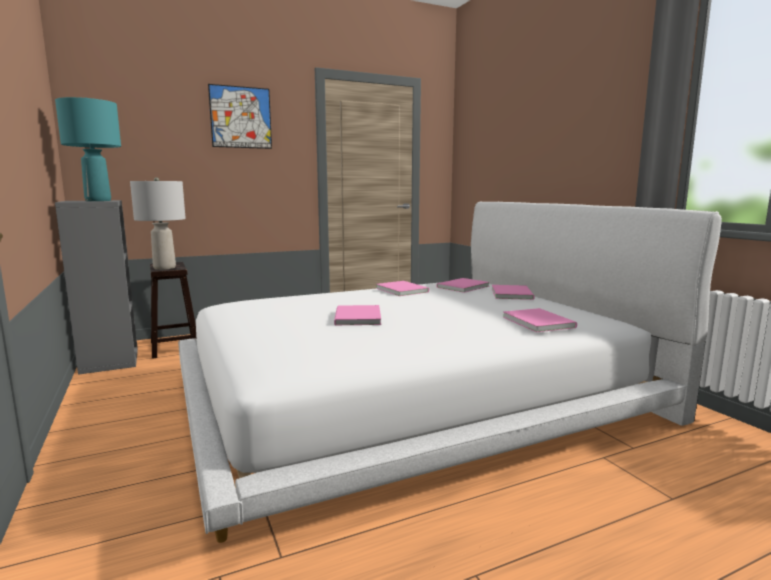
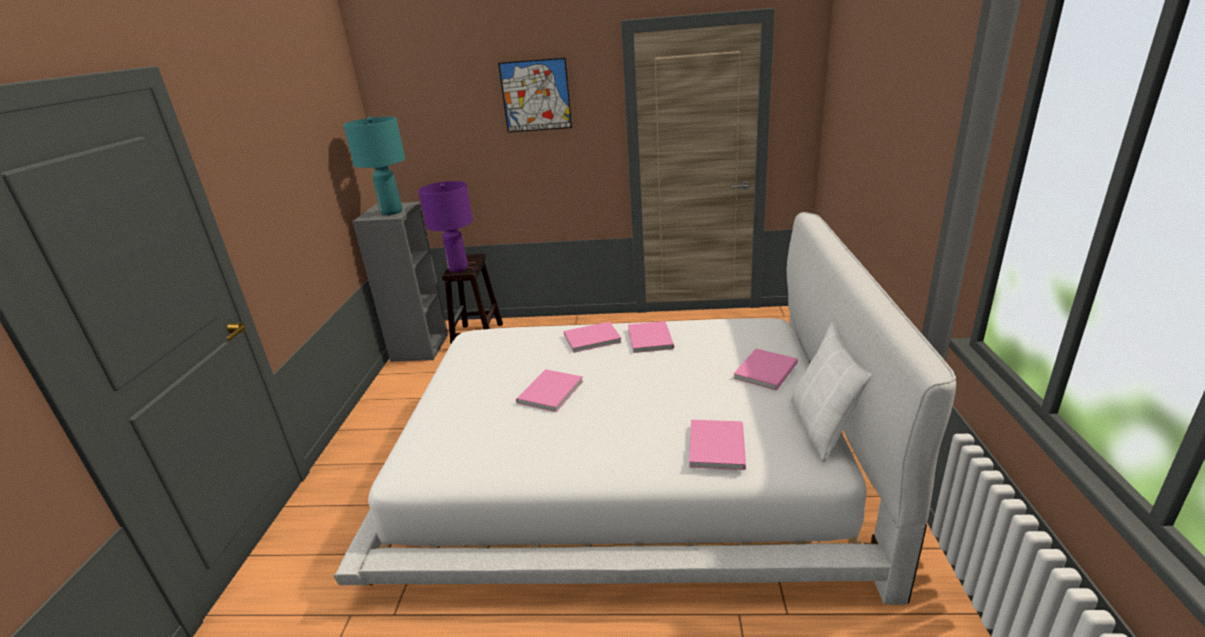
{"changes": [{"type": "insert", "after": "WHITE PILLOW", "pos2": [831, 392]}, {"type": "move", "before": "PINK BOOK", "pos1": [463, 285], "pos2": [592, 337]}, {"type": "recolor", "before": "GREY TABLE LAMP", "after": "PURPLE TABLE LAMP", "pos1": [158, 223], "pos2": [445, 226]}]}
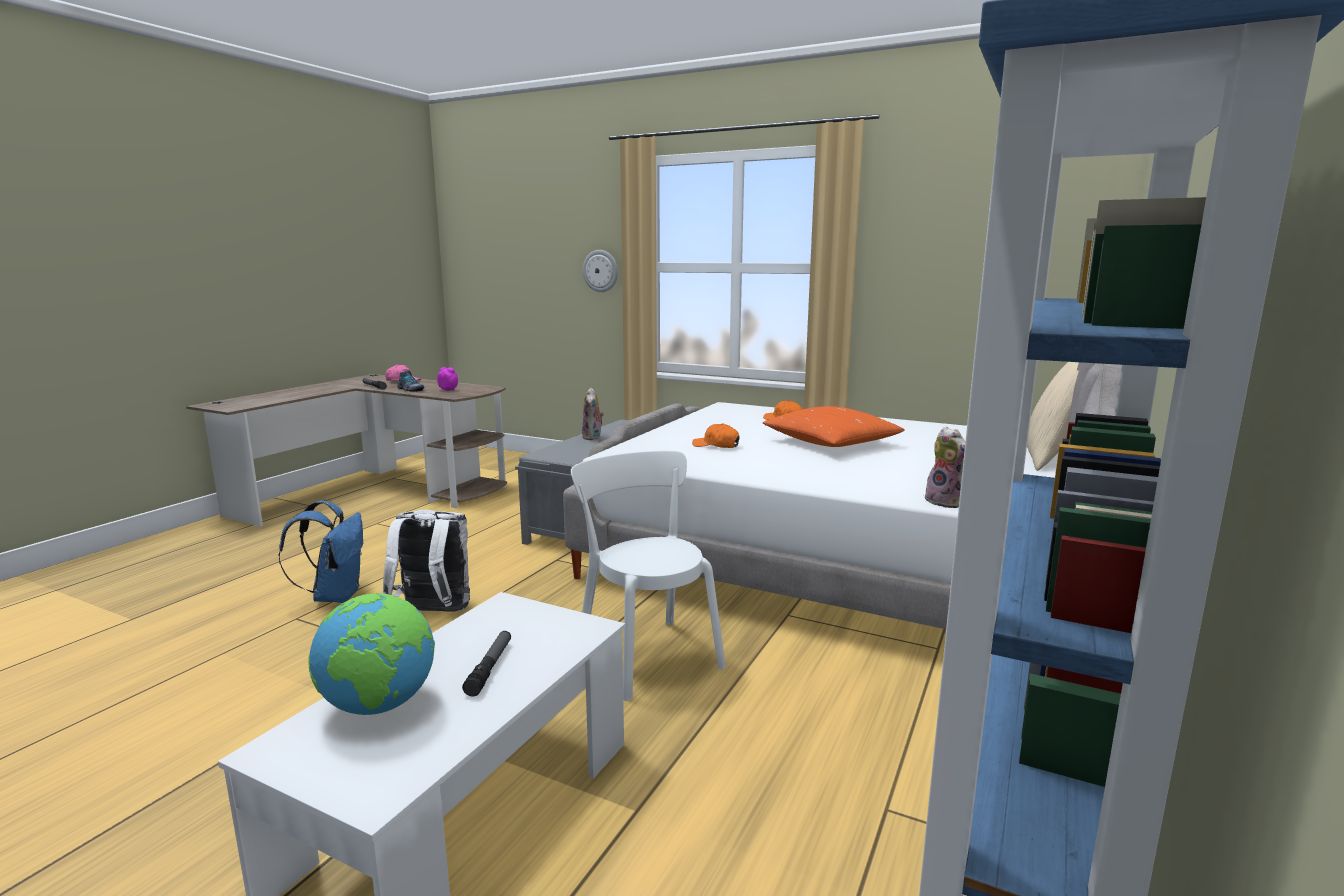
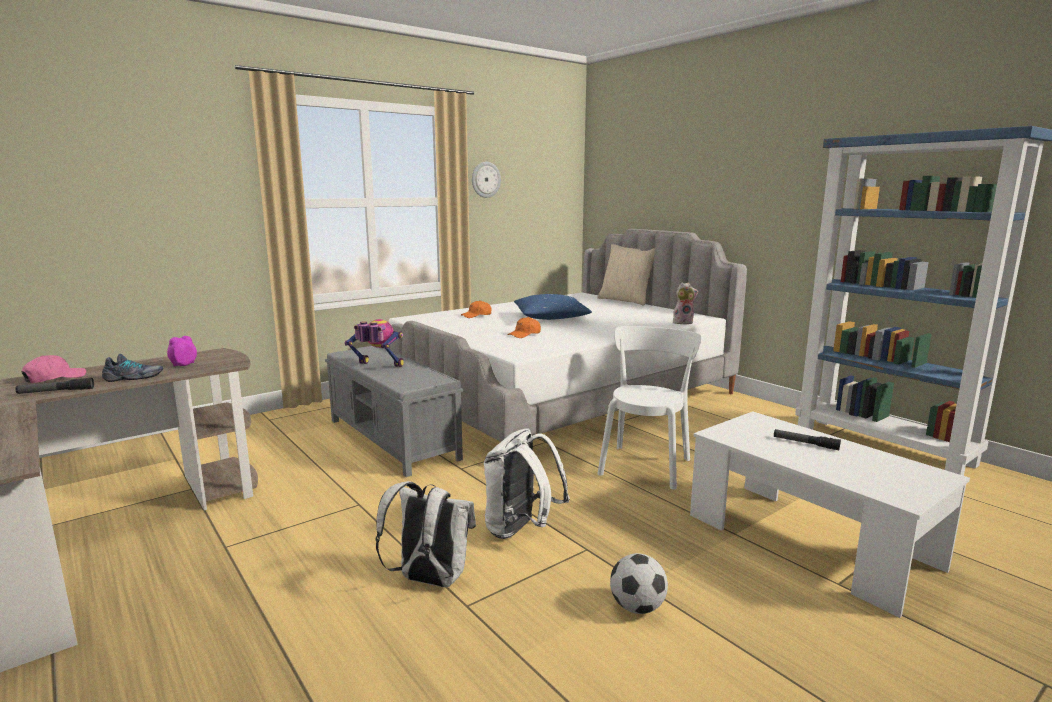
{"changes": [{"type": "delete", "before": "GLOBE", "pos1": [371, 654]}, {"type": "insert", "after": "FOOTBALL", "pos2": [639, 583]}, {"type": "move", "before": "WALL CLOCK", "pos1": [600, 271], "pos2": [486, 180]}, {"type": "replace", "before": "PLUSH TOY", "after": "TOY ROBOT", "pos1": [593, 414], "pos2": [374, 343]}, {"type": "recolor", "before": "BLUE BACKPACK", "after": "WHITE BACKPACK", "pos1": [321, 552], "pos2": [425, 534]}, {"type": "recolor", "before": "ORANGE PILLOW", "after": "BLUE PILLOW", "pos1": [833, 426], "pos2": [553, 307]}, {"type": "rotate", "before": "WHITE CHAIR", "pos1": [648, 576], "pos2": [649, 407], "turn": 120}]}
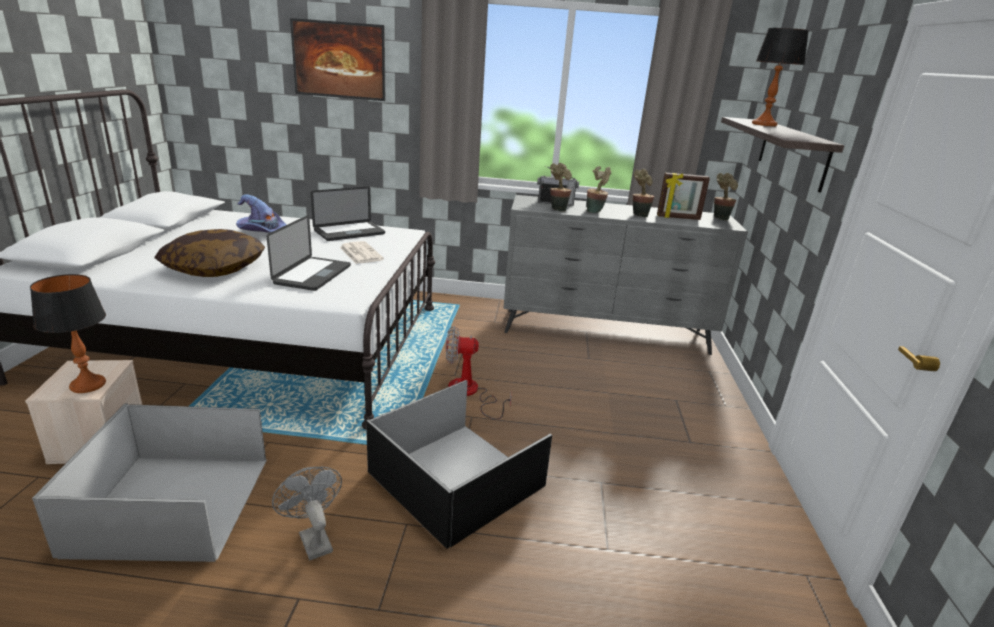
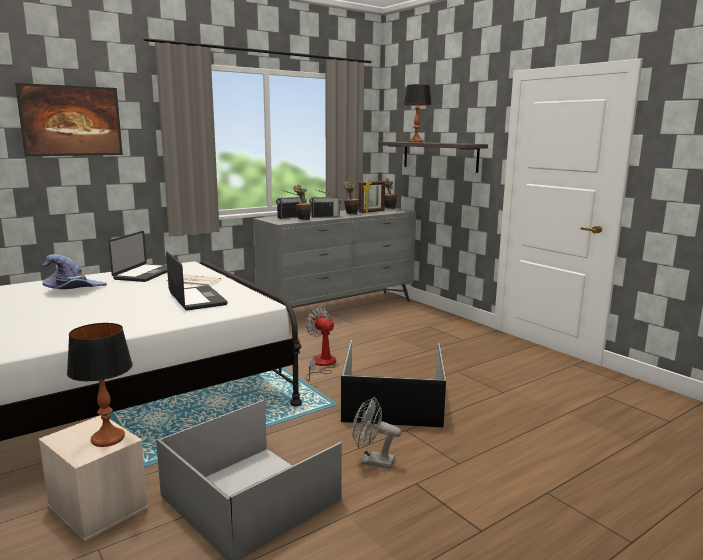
{"changes": [{"type": "delete", "before": "PILLOW", "pos1": [209, 253]}, {"type": "replace", "before": "POTTED PLANT", "after": "RADIO", "pos1": [599, 189], "pos2": [325, 203]}, {"type": "rotate", "before": "FAN", "pos1": [478, 373], "pos2": [321, 344], "turn": 90}]}
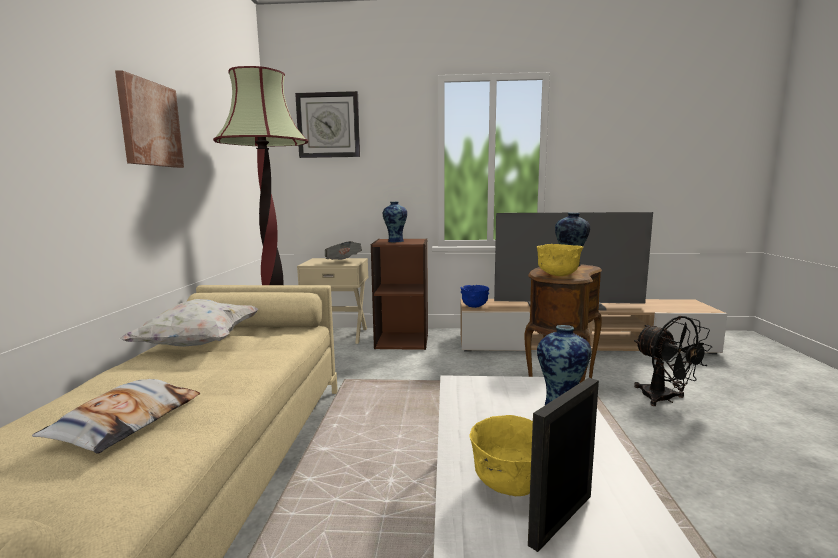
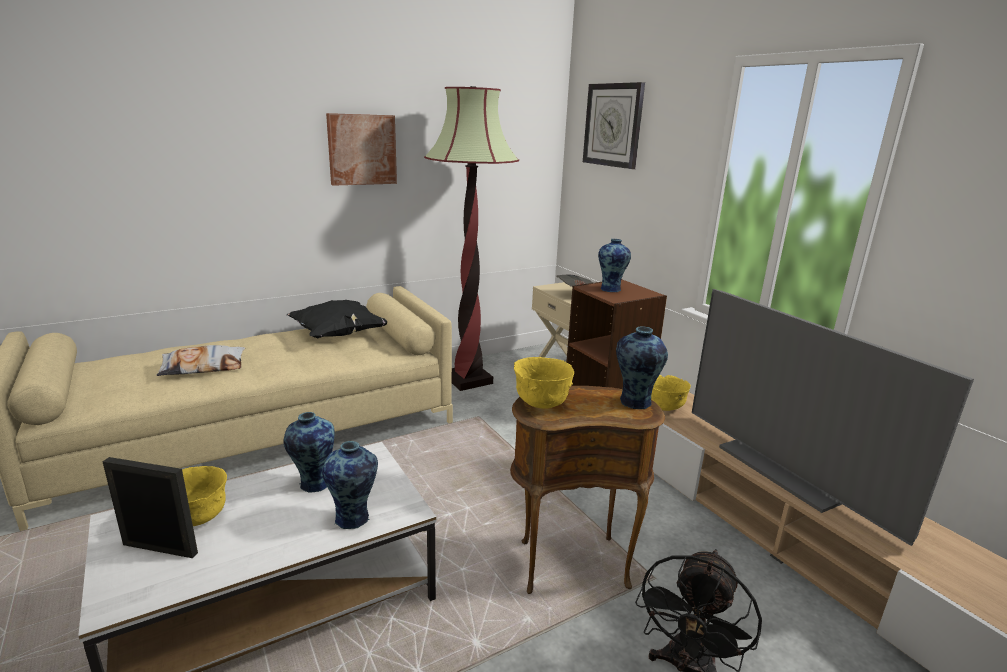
{"changes": [{"type": "insert", "after": "VASE", "pos2": [309, 452]}, {"type": "recolor", "before": "WHITE PILLOW", "after": "BLACK PILLOW", "pos1": [189, 323], "pos2": [337, 319]}, {"type": "recolor", "before": "BLUE BOWL", "after": "YELLOW BOWL", "pos1": [475, 296], "pos2": [671, 393]}]}
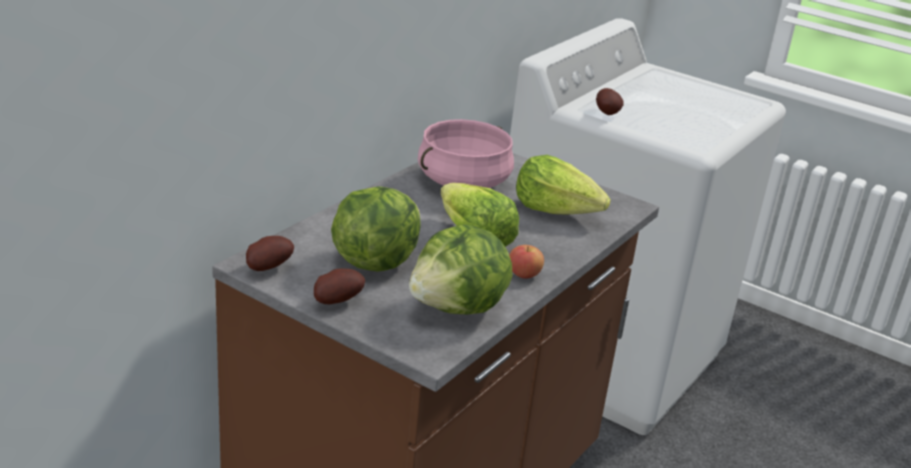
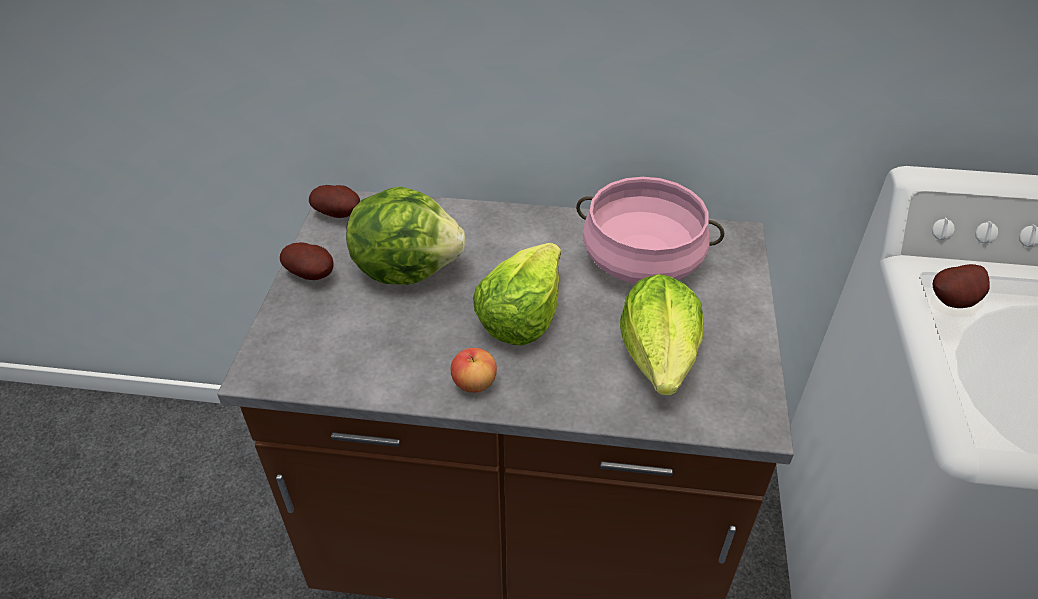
{"changes": [{"type": "delete", "before": "LETTUCE", "pos1": [461, 270]}]}
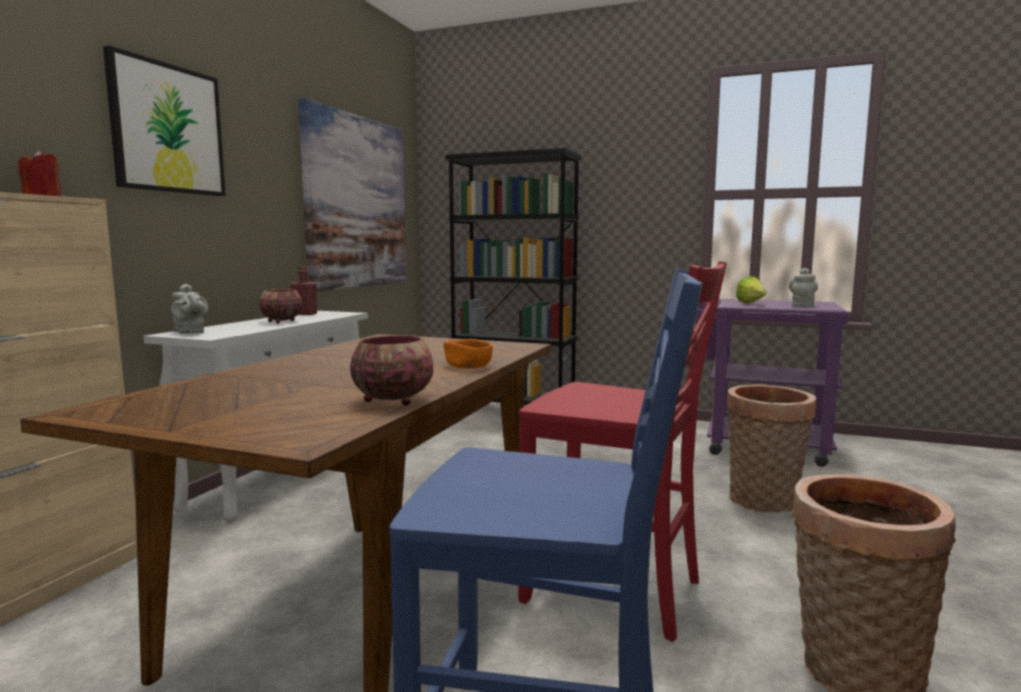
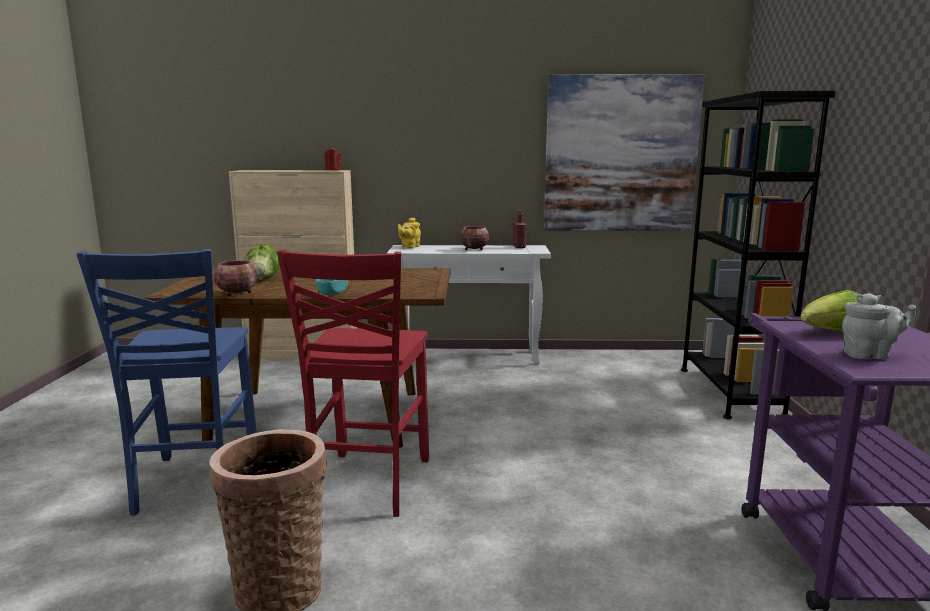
{"changes": [{"type": "delete", "before": "PICTURE", "pos1": [164, 120]}, {"type": "delete", "before": "BASKET", "pos1": [771, 448]}, {"type": "insert", "after": "LETTUCE", "pos2": [262, 262]}, {"type": "recolor", "before": "GREY TEAPOT", "after": "YELLOW TEAPOT", "pos1": [189, 308], "pos2": [409, 233]}, {"type": "recolor", "before": "ORANGE BOWL", "after": "TURQUOISE BOWL", "pos1": [468, 354], "pos2": [332, 287]}]}
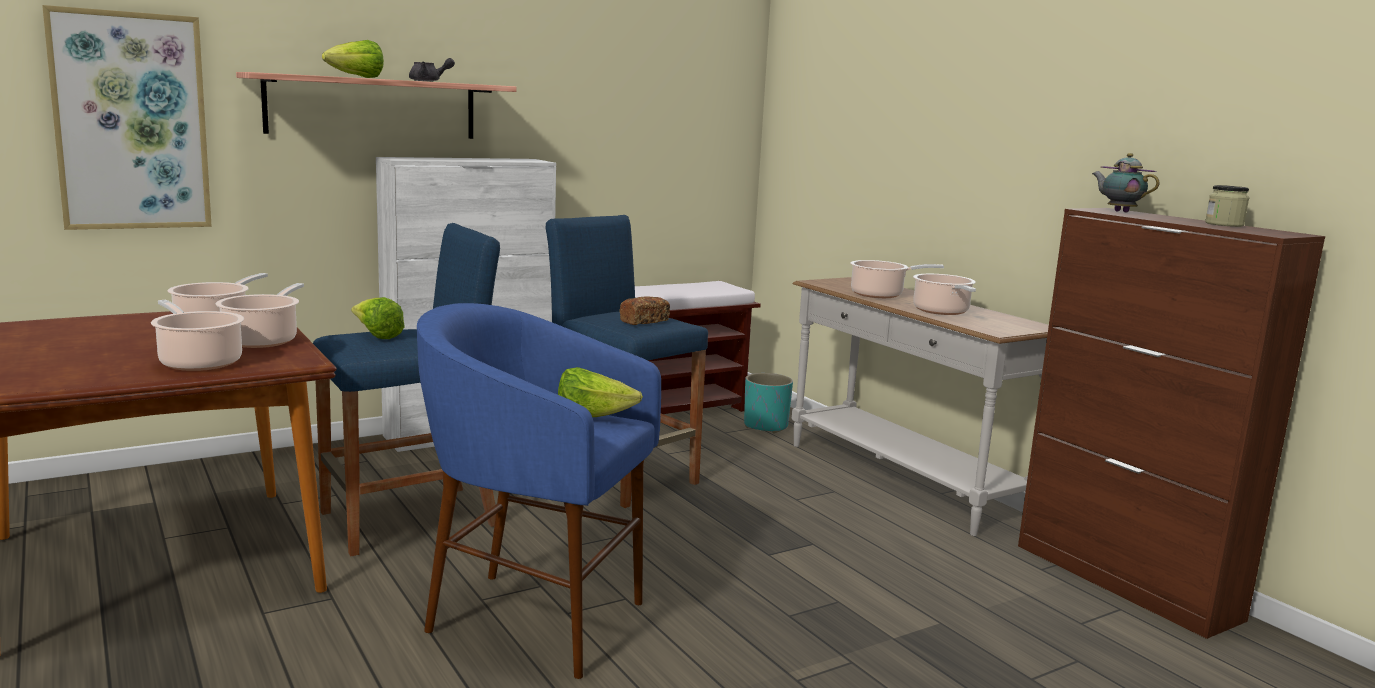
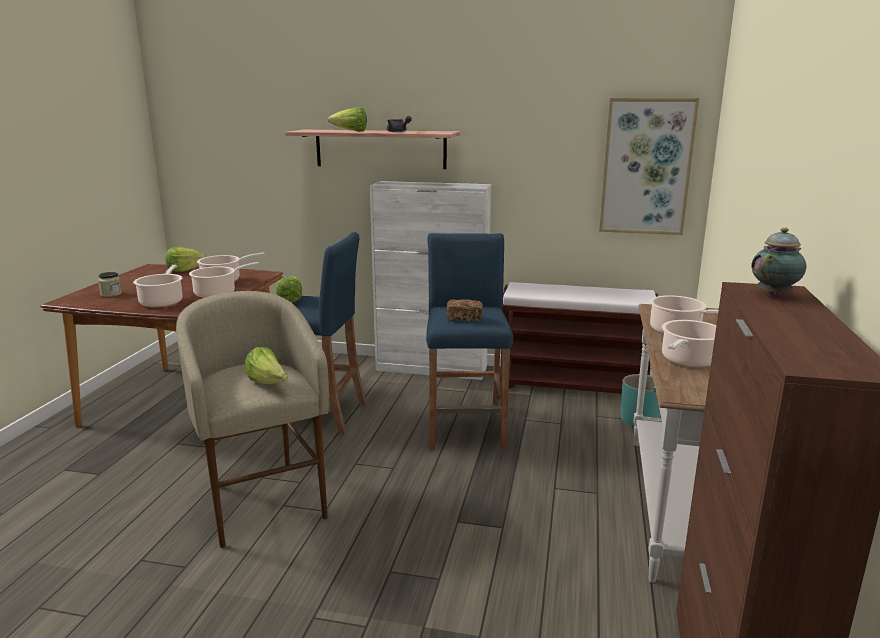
{"changes": [{"type": "insert", "after": "LETTUCE", "pos2": [185, 259]}, {"type": "move", "before": "PICTURE", "pos1": [127, 117], "pos2": [649, 166]}, {"type": "move", "before": "JAR", "pos1": [1227, 206], "pos2": [110, 284]}, {"type": "recolor", "before": "BLUE STOOL", "after": "BEIGE STOOL", "pos1": [539, 491], "pos2": [253, 419]}, {"type": "rotate", "before": "TEAPOT", "pos1": [1126, 183], "pos2": [778, 262], "turn": 45}]}
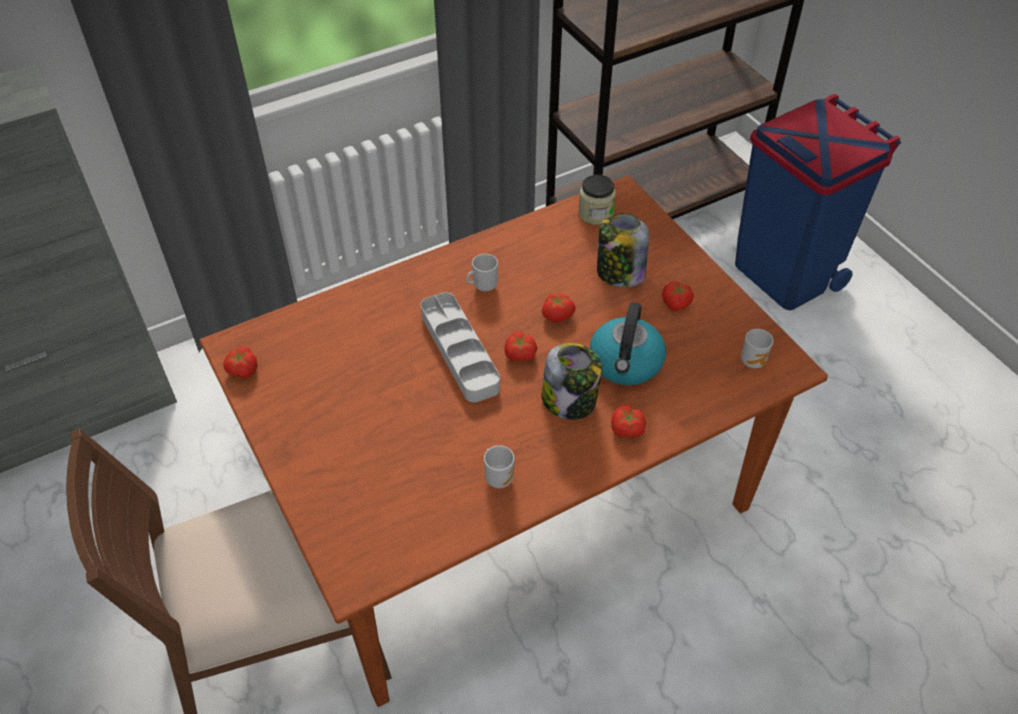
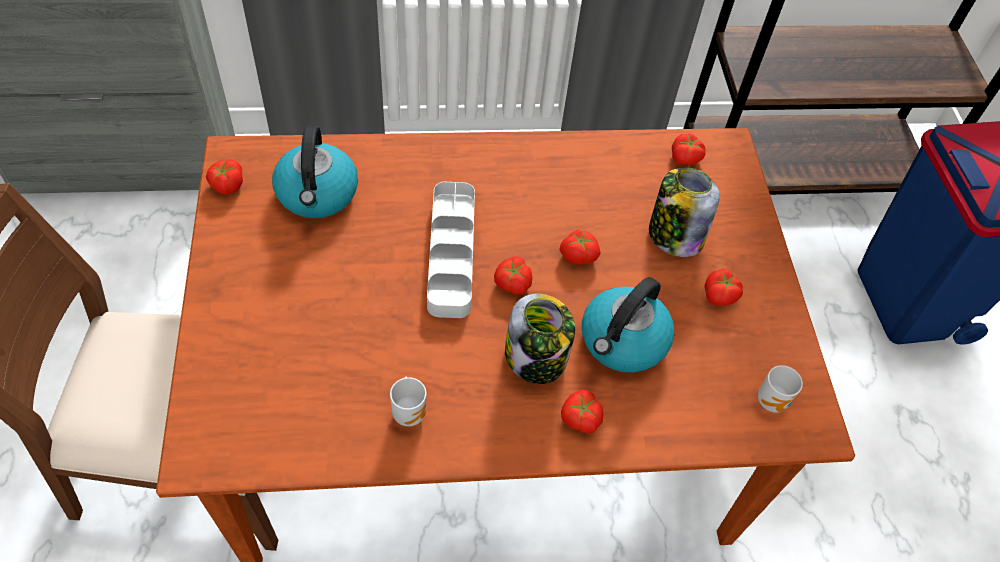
{"changes": [{"type": "delete", "before": "MUG", "pos1": [482, 272]}, {"type": "insert", "after": "KETTLE", "pos2": [315, 171]}, {"type": "replace", "before": "JAR", "after": "TOMATO", "pos1": [597, 200], "pos2": [689, 149]}]}
